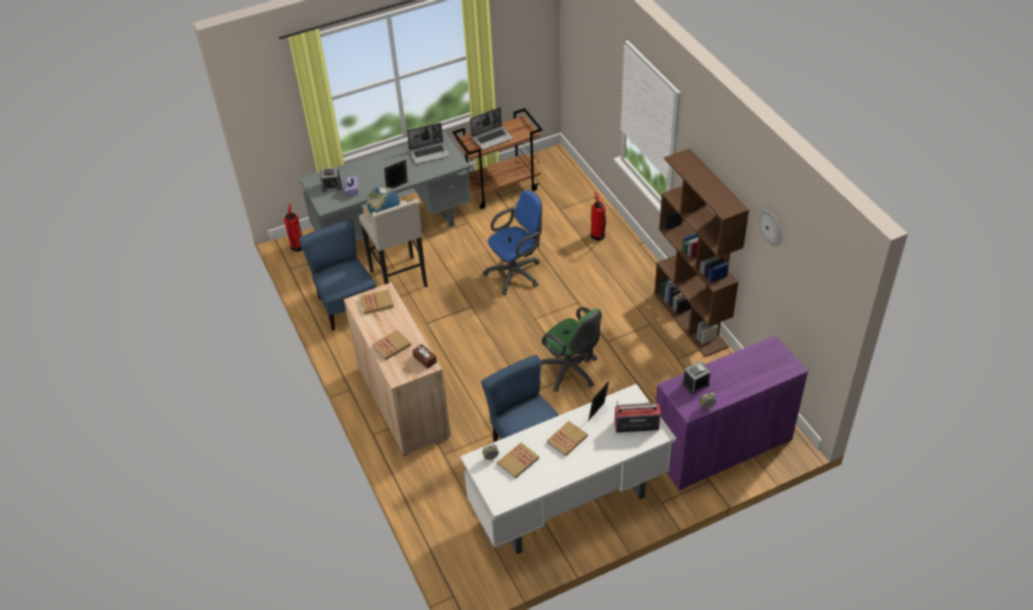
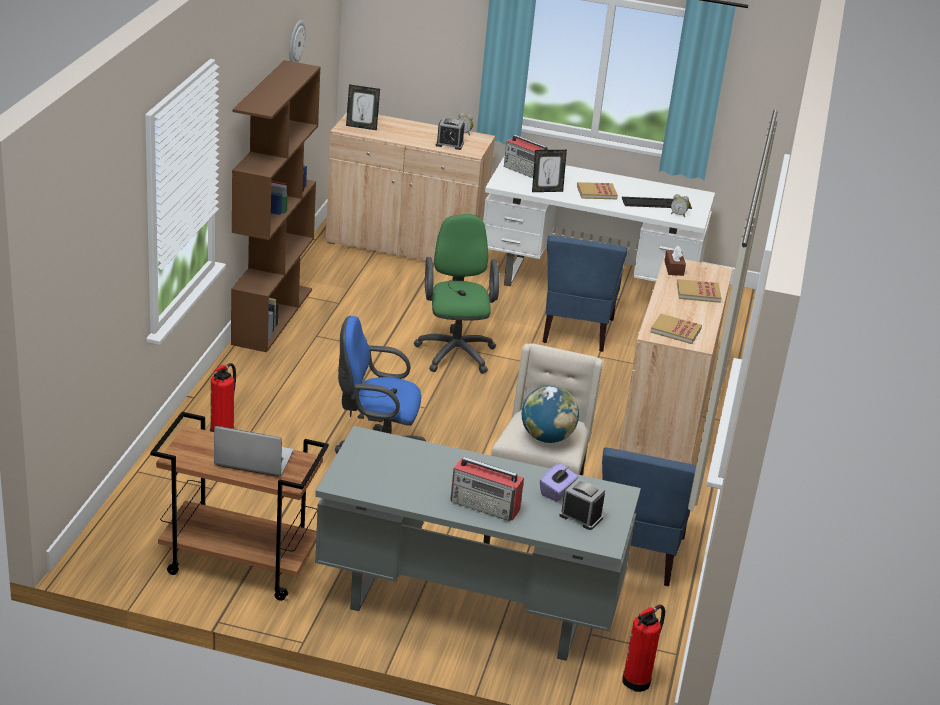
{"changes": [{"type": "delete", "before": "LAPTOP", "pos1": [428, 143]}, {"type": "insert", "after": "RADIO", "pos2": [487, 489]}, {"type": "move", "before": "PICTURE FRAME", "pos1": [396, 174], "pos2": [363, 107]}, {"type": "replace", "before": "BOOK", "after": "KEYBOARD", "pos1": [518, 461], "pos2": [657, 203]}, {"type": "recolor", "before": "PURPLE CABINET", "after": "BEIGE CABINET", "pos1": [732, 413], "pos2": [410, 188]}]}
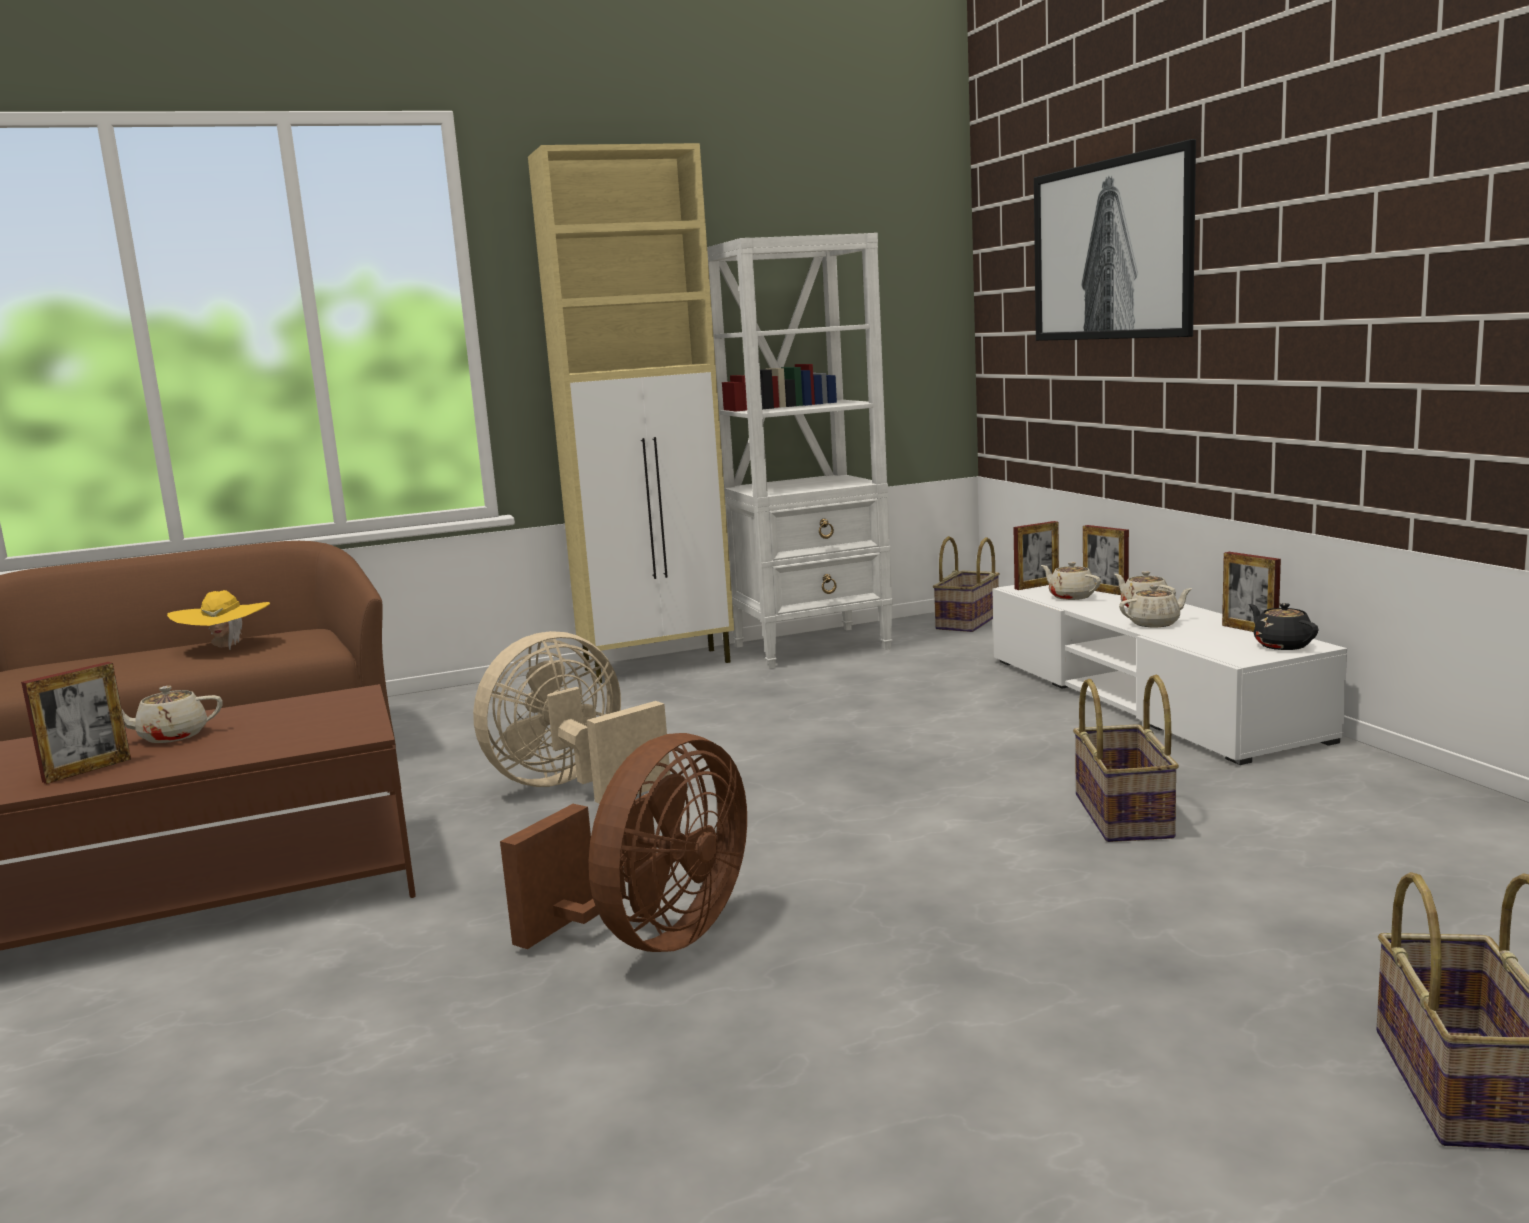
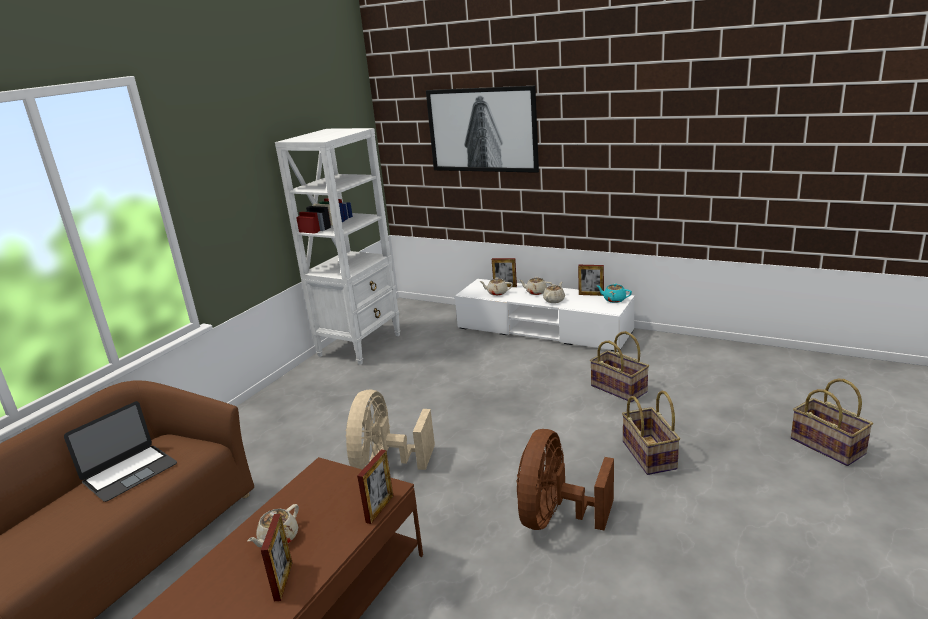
{"changes": [{"type": "delete", "before": "BEIGE CABINET", "pos1": [631, 413]}, {"type": "move", "before": "BASKET", "pos1": [966, 584], "pos2": [651, 433]}, {"type": "move", "before": "PICTURE FRAME", "pos1": [1036, 555], "pos2": [375, 486]}, {"type": "replace", "before": "YELLOW HAT", "after": "LAPTOP", "pos1": [218, 620], "pos2": [120, 451]}, {"type": "recolor", "before": "BLACK TEAPOT", "after": "TURQUOISE TEAPOT", "pos1": [1283, 626], "pos2": [614, 293]}, {"type": "rotate", "before": "BROWN FAN", "pos1": [623, 842], "pos2": [565, 479], "turn": -150}]}
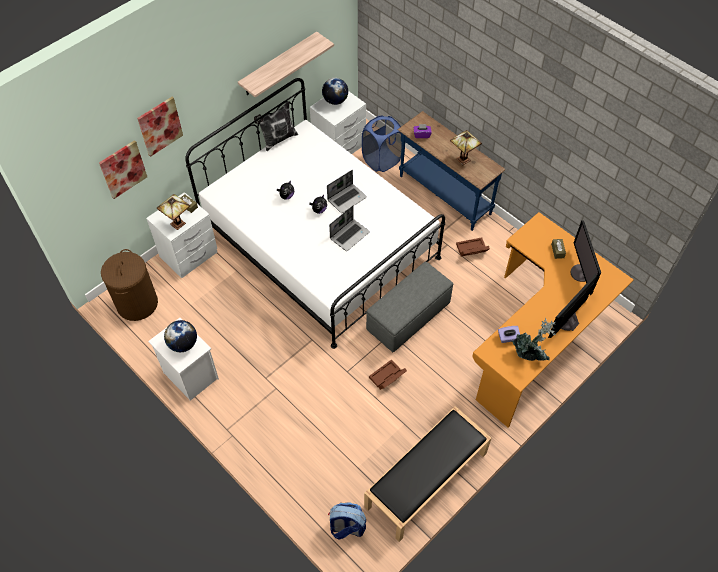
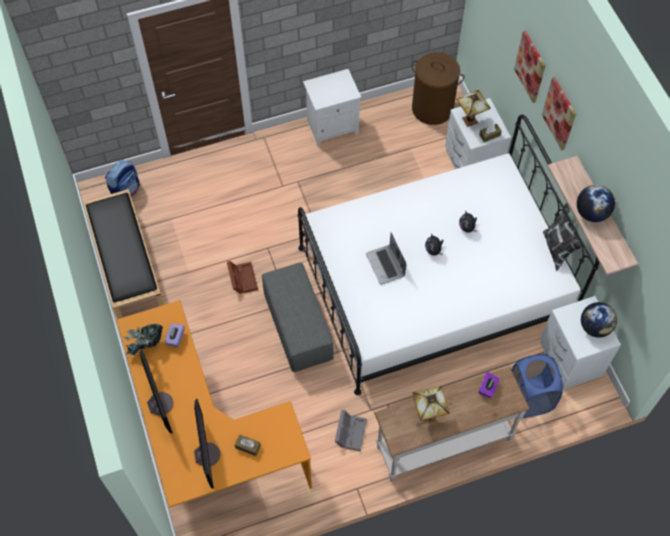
{"changes": [{"type": "delete", "before": "LAPTOP", "pos1": [347, 191]}, {"type": "move", "before": "PICTURE", "pos1": [123, 169], "pos2": [559, 113]}, {"type": "move", "before": "GLOBE", "pos1": [180, 336], "pos2": [596, 203]}, {"type": "recolor", "before": "BLUE CONSOLE TABLE", "after": "WHITE CONSOLE TABLE", "pos1": [451, 171], "pos2": [452, 424]}, {"type": "recolor", "before": "BROWN STORAGE BOX", "after": "GREY STORAGE BOX", "pos1": [473, 247], "pos2": [351, 430]}, {"type": "rotate", "before": "MONITOR", "pos1": [586, 257], "pos2": [207, 444], "turn": 60}]}
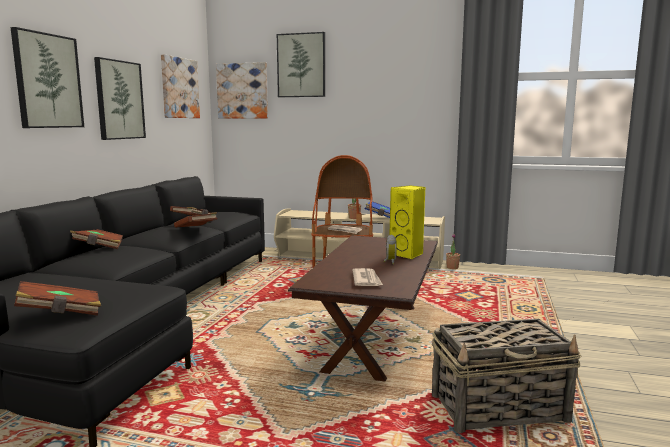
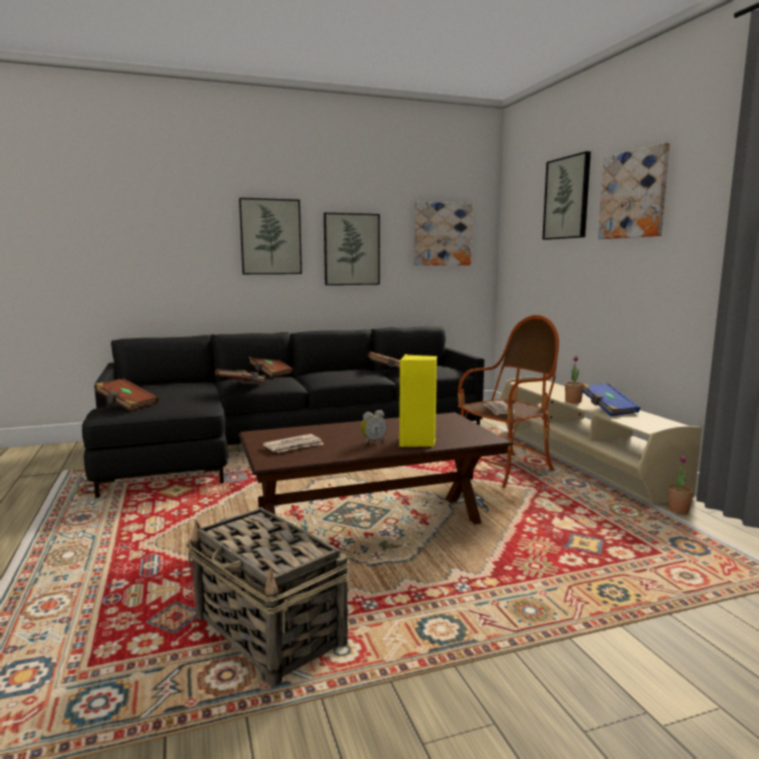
{"changes": [{"type": "move", "before": "BROWN BOOK", "pos1": [195, 220], "pos2": [240, 376]}, {"type": "move", "before": "PICTURE", "pos1": [242, 90], "pos2": [634, 190]}]}
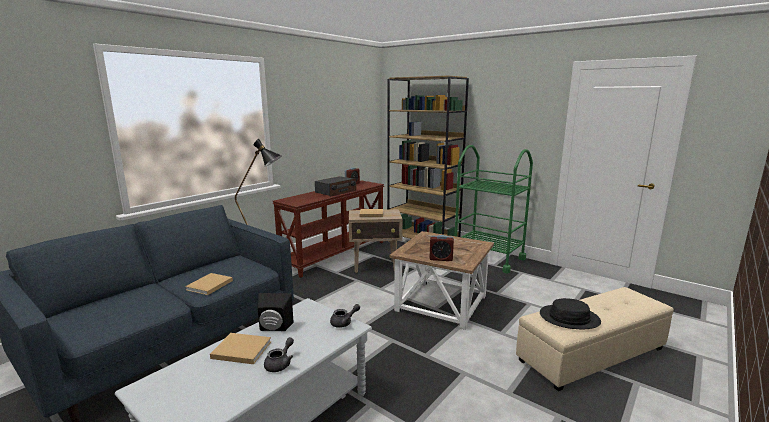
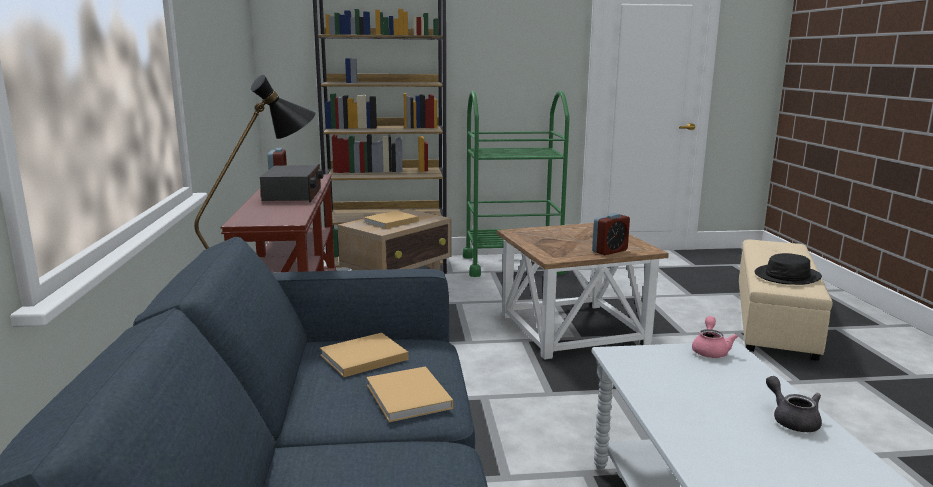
{"changes": [{"type": "delete", "before": "BLACK SPEAKER", "pos1": [276, 312]}, {"type": "move", "before": "BEIGE BOOK", "pos1": [240, 348], "pos2": [364, 355]}, {"type": "recolor", "before": "GREY TEAPOT", "after": "PINK TEAPOT", "pos1": [345, 316], "pos2": [715, 337]}]}
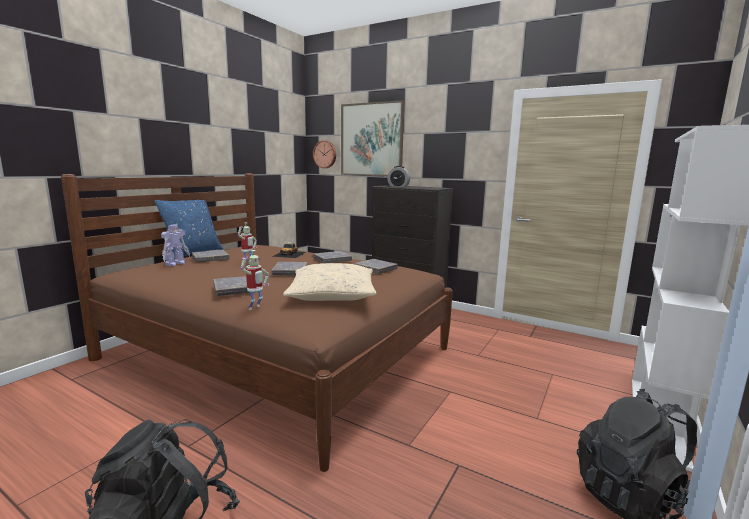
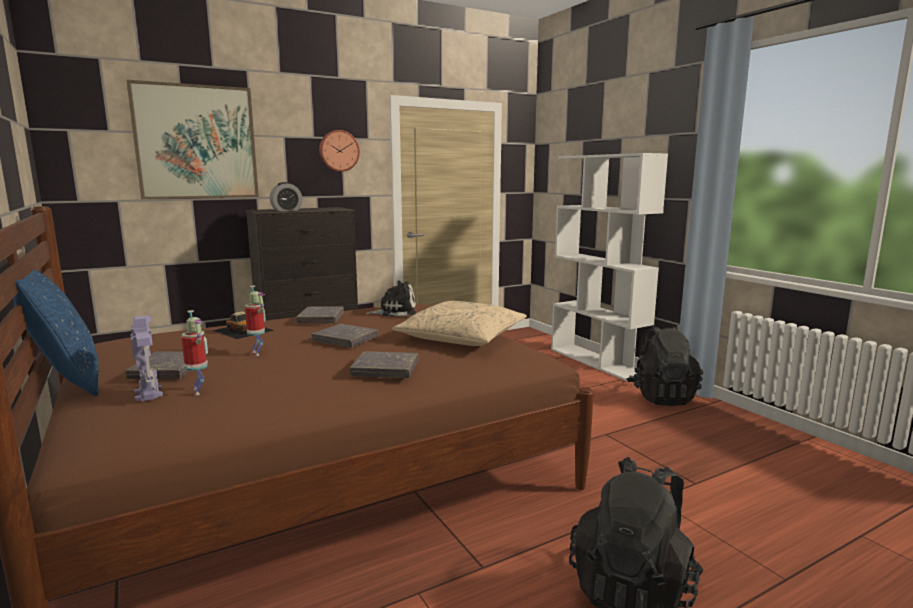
{"changes": [{"type": "move", "before": "TOY ROBOT", "pos1": [255, 280], "pos2": [194, 352]}, {"type": "move", "before": "WALL CLOCK", "pos1": [324, 154], "pos2": [339, 151]}, {"type": "replace", "before": "GREY BOOK", "after": "PLUSH TOY", "pos1": [376, 266], "pos2": [391, 298]}]}
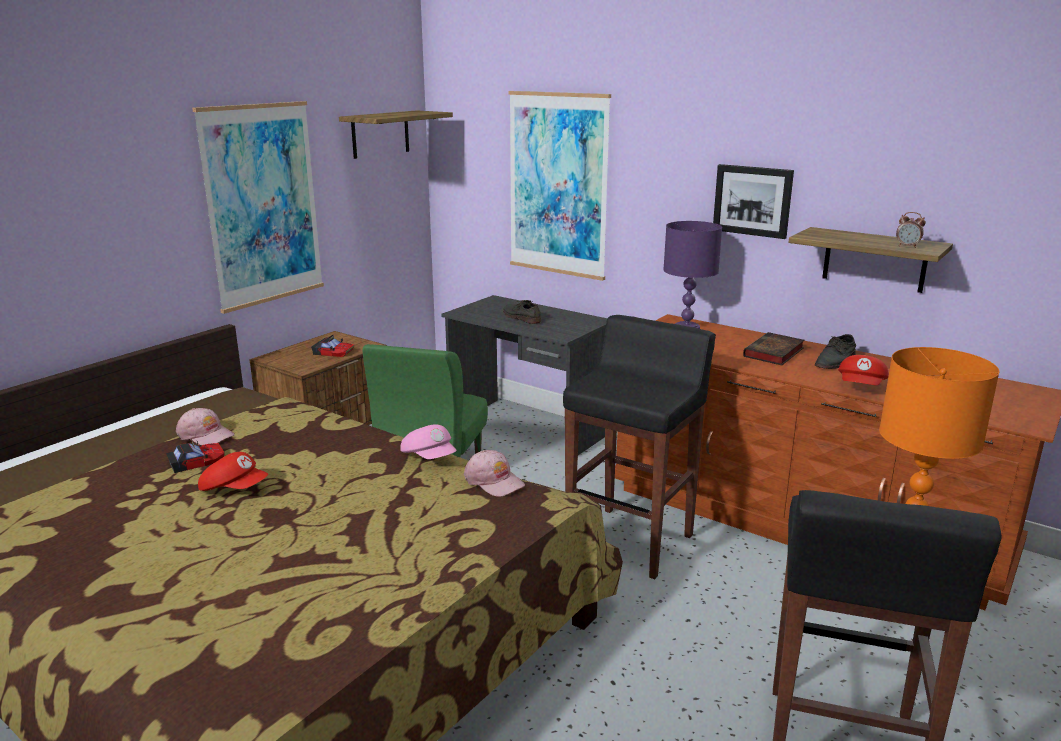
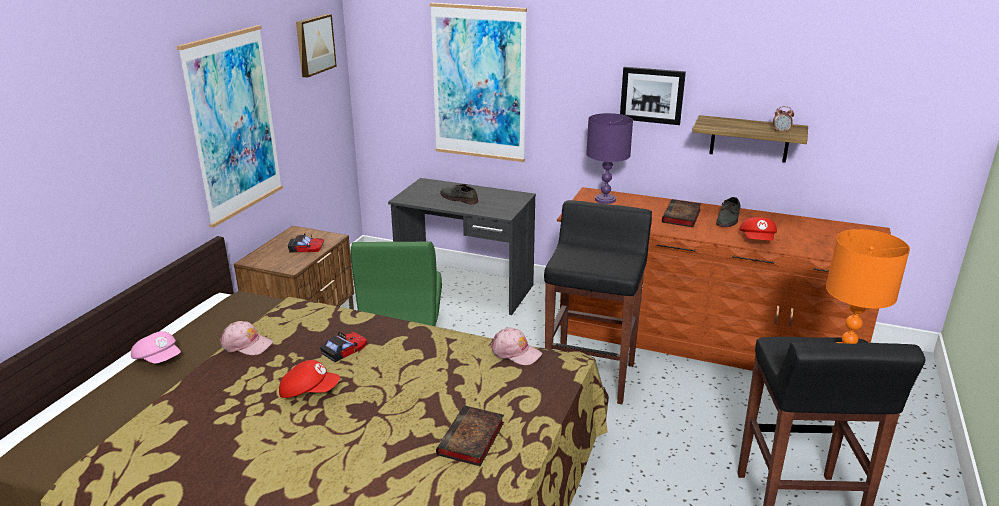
{"changes": [{"type": "insert", "after": "BOOK", "pos2": [470, 435]}, {"type": "move", "before": "TOY CAR", "pos1": [195, 456], "pos2": [343, 347]}, {"type": "move", "before": "PINK CAP", "pos1": [428, 441], "pos2": [156, 347]}, {"type": "replace", "before": "SHELF", "after": "PICTURE", "pos1": [396, 134], "pos2": [316, 46]}]}
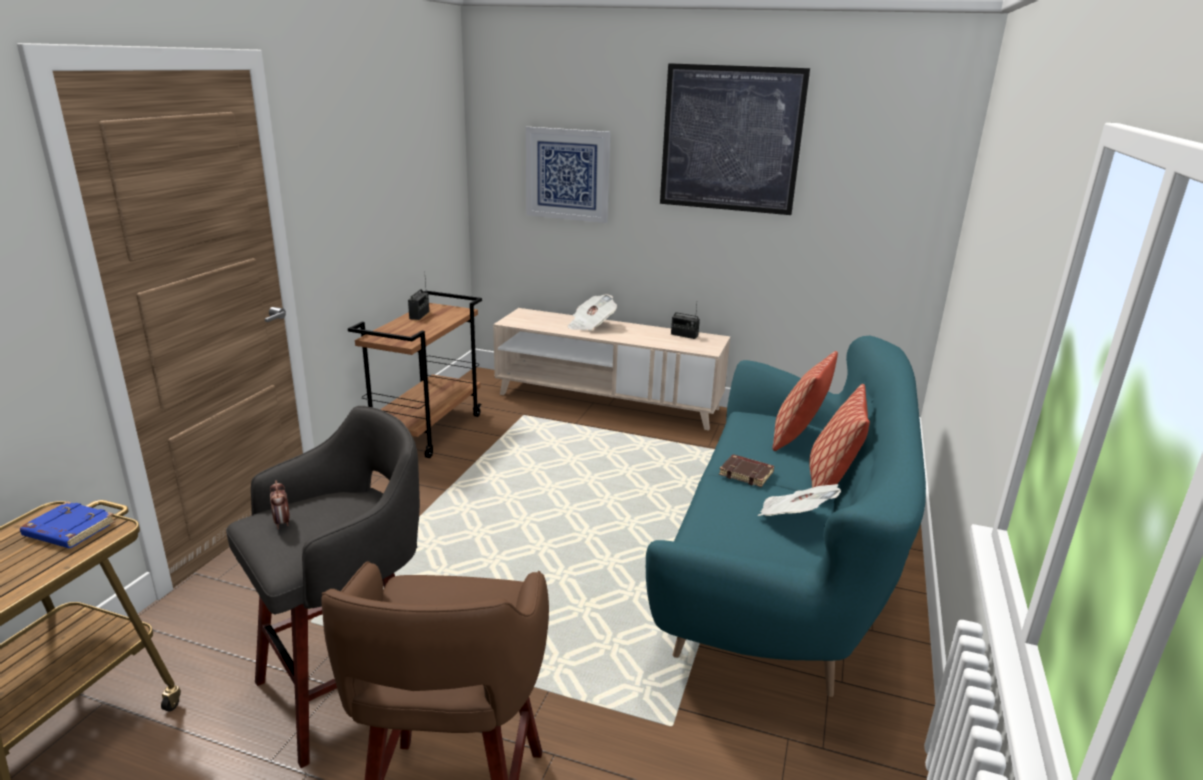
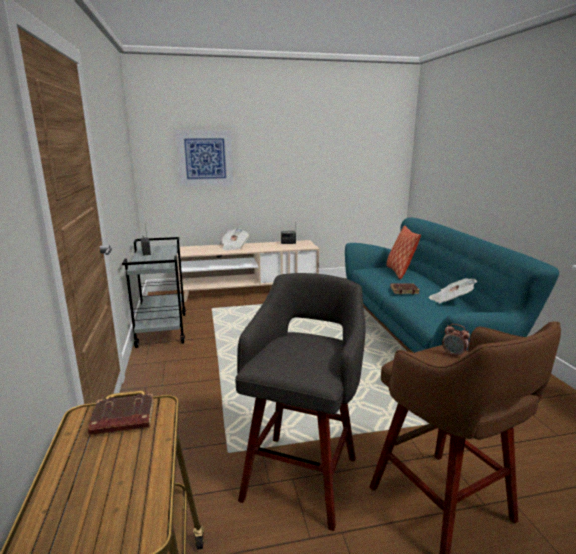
{"changes": [{"type": "delete", "before": "PICTURE", "pos1": [735, 139]}, {"type": "delete", "before": "PILLOW", "pos1": [839, 436]}, {"type": "move", "before": "ALARM CLOCK", "pos1": [280, 504], "pos2": [456, 341]}, {"type": "recolor", "before": "BLUE BOOK", "after": "BROWN BOOK", "pos1": [67, 525], "pos2": [121, 414]}, {"type": "recolor", "before": "BROWN CART", "after": "GREY CART", "pos1": [415, 374], "pos2": [154, 292]}]}
